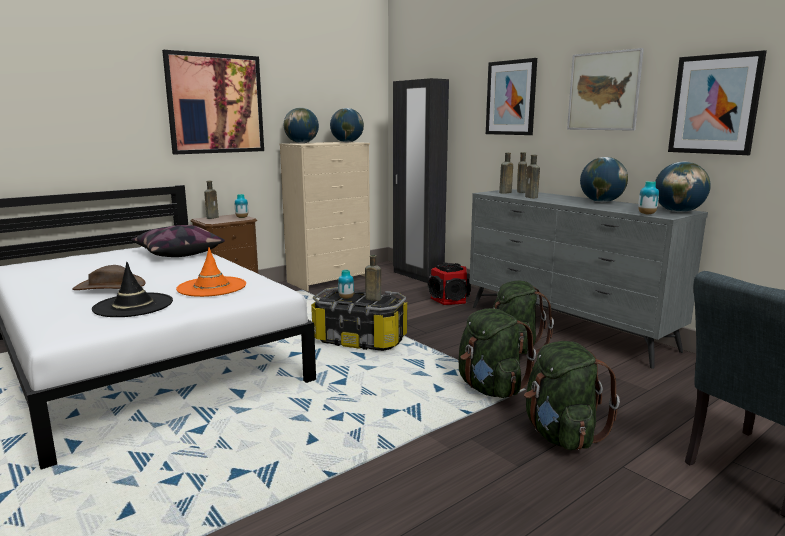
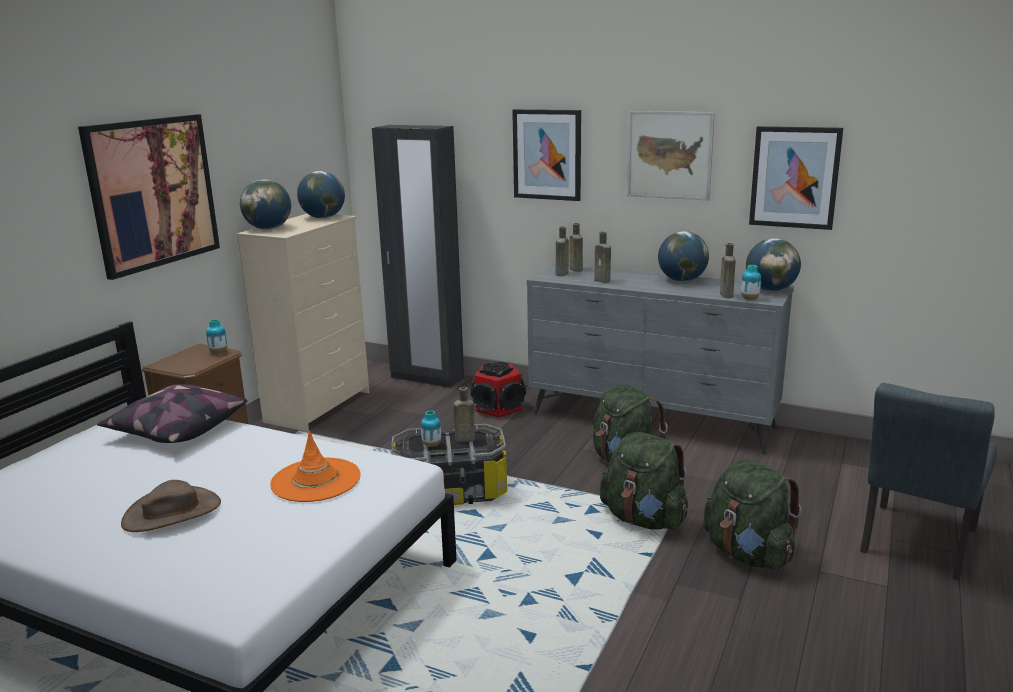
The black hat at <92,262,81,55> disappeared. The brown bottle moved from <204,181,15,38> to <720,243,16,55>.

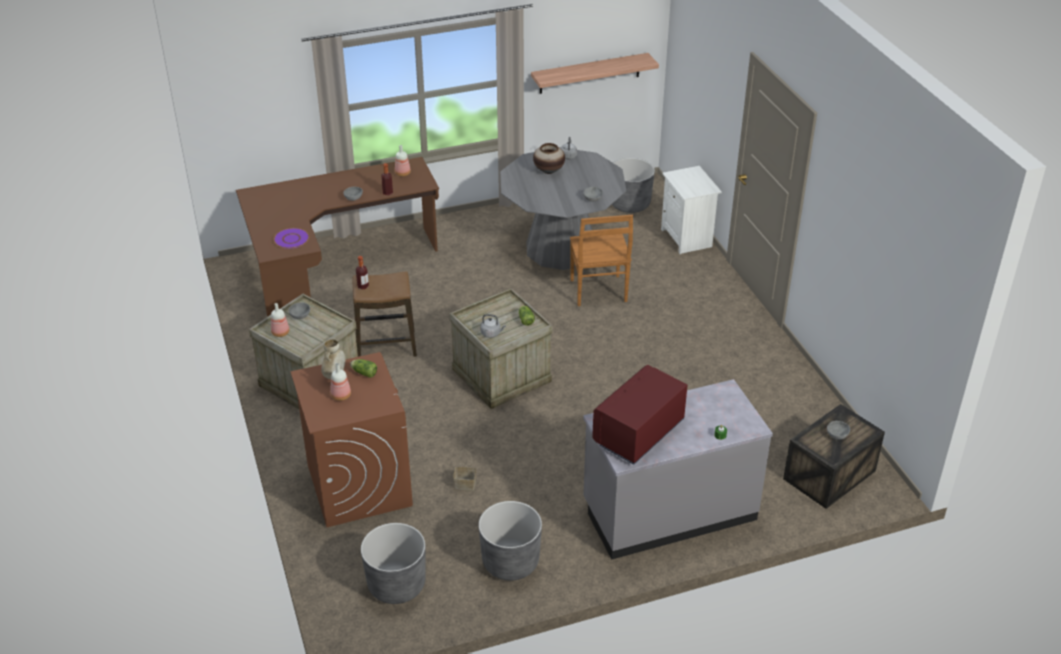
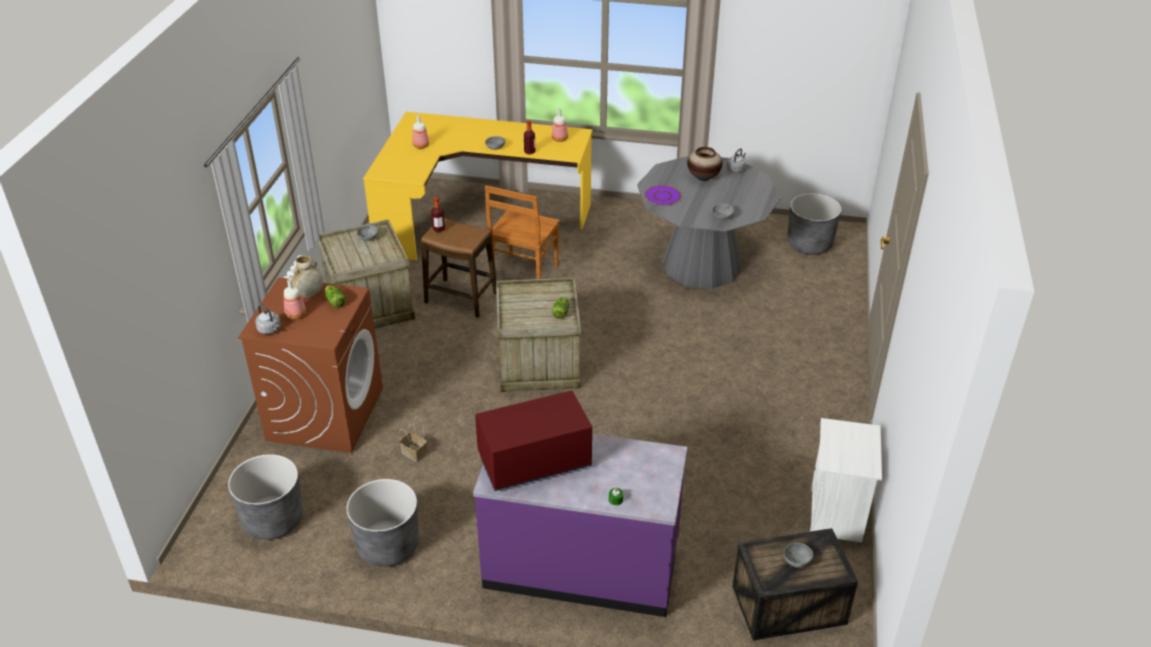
The shelf at <531,53,128,41> disappeared. The bottle moved from <271,303,18,34> to <412,115,17,34>. The purple plate moved from <273,228,36,21> to <644,185,37,21>. The grey kettle moved from <480,314,26,24> to <255,305,26,29>. The brown chair moved from <570,215,63,91> to <485,185,75,94>. The white nightstand moved from <661,166,61,89> to <810,418,72,124>. The brown desk at <236,157,203,160> became the yellow desk at <363,112,229,148>. The grey counter at <583,379,190,180> became the purple counter at <473,434,215,183>.

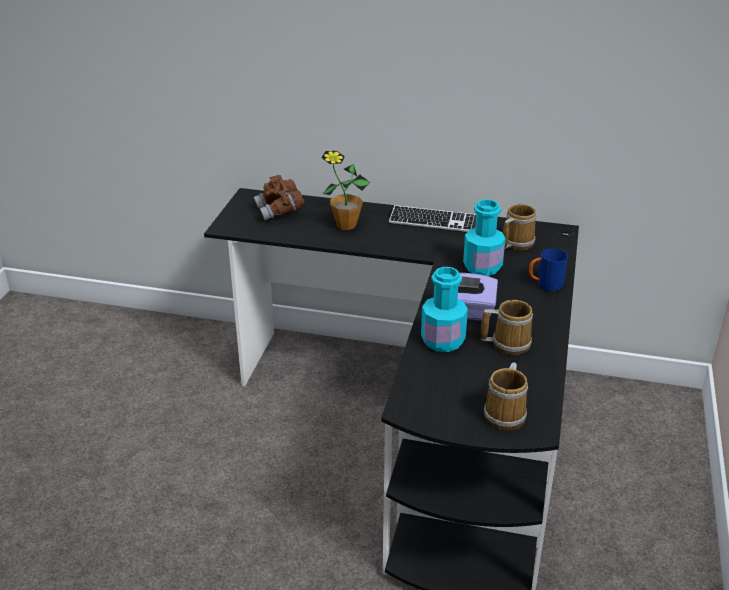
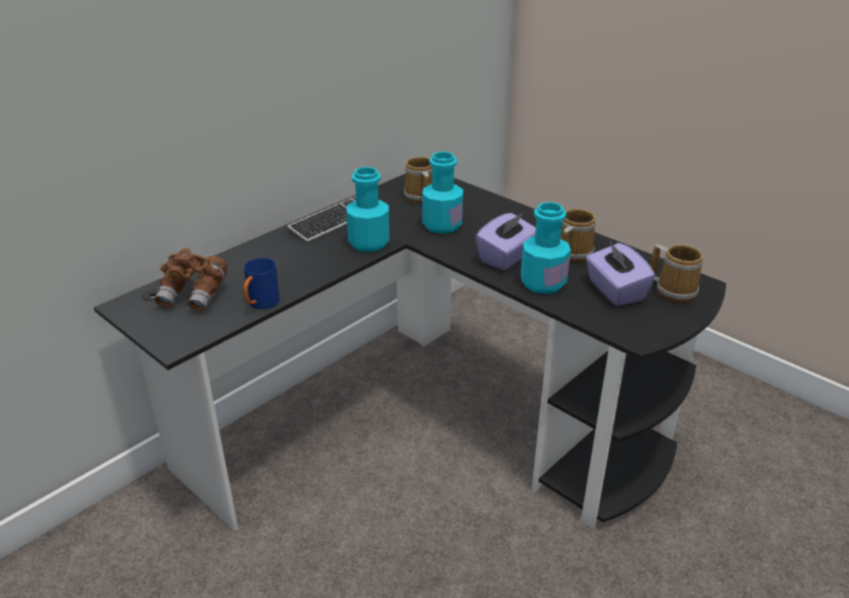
The potted plant at <322,151,48,79> disappeared. The turquoise bottle at <346,167,44,85> appeared. The purple tissue box at <586,242,69,64> appeared. The blue mug moved from <529,248,39,43> to <244,258,36,51>.

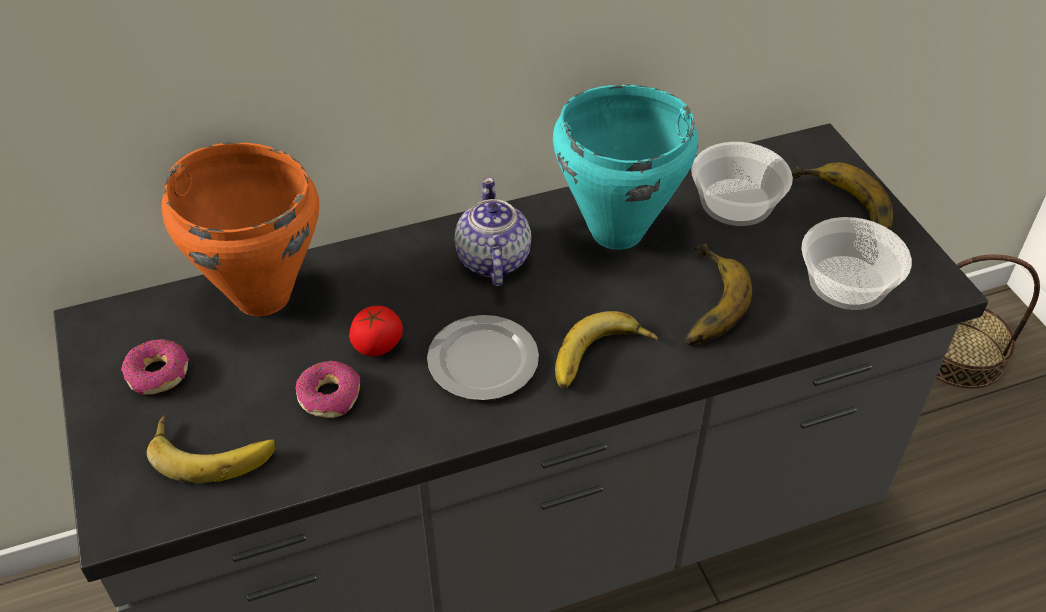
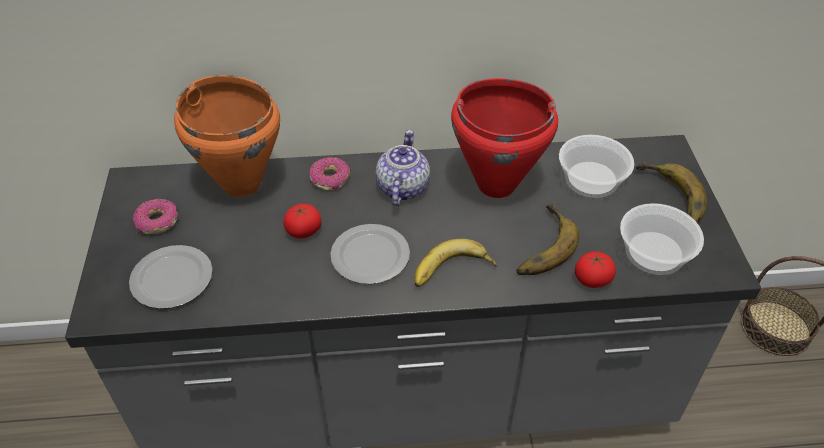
The tomato at <575,251,41,37> appeared. The donut moved from <295,361,65,57> to <310,157,41,34>. The banana at <147,415,129,68> was replaced by the plate at <129,245,84,64>. The turquoise cooking pot at <553,85,145,165> became the red cooking pot at <451,78,107,120>.

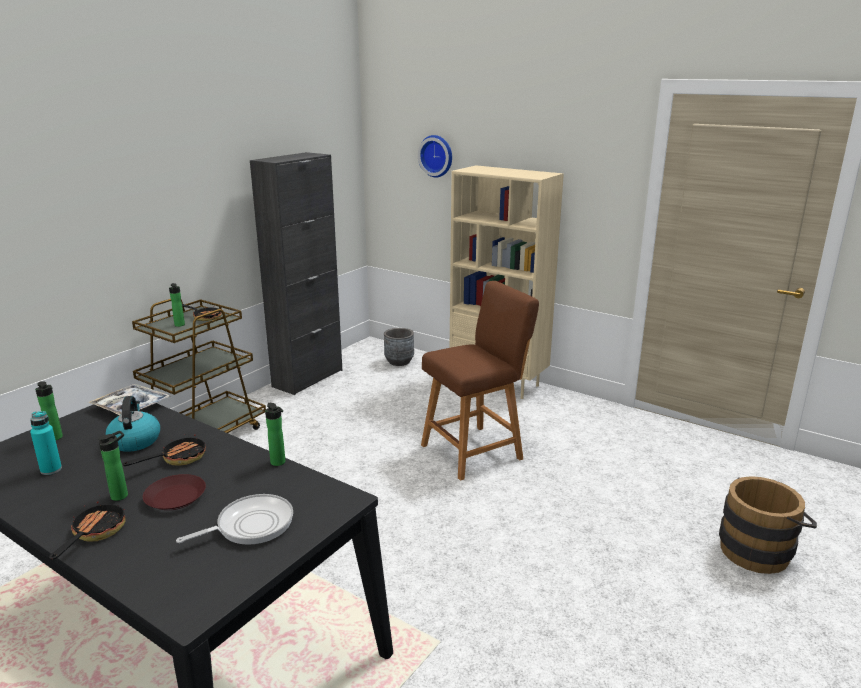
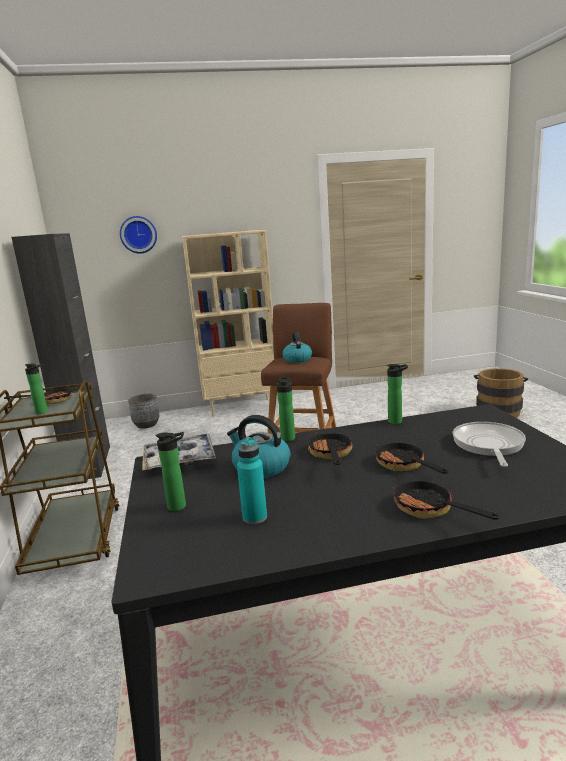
The kettle at <282,332,30,31> appeared. The bottle moved from <98,431,30,70> to <277,377,18,64>. The brown plate at <143,474,63,36> was replaced by the frying pan at <376,442,73,32>.

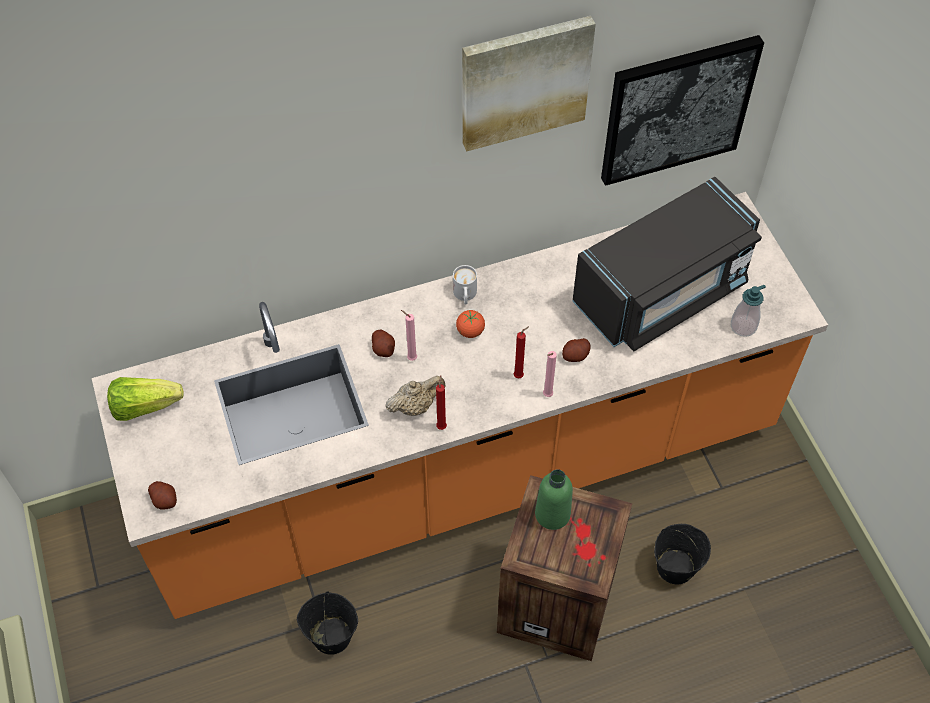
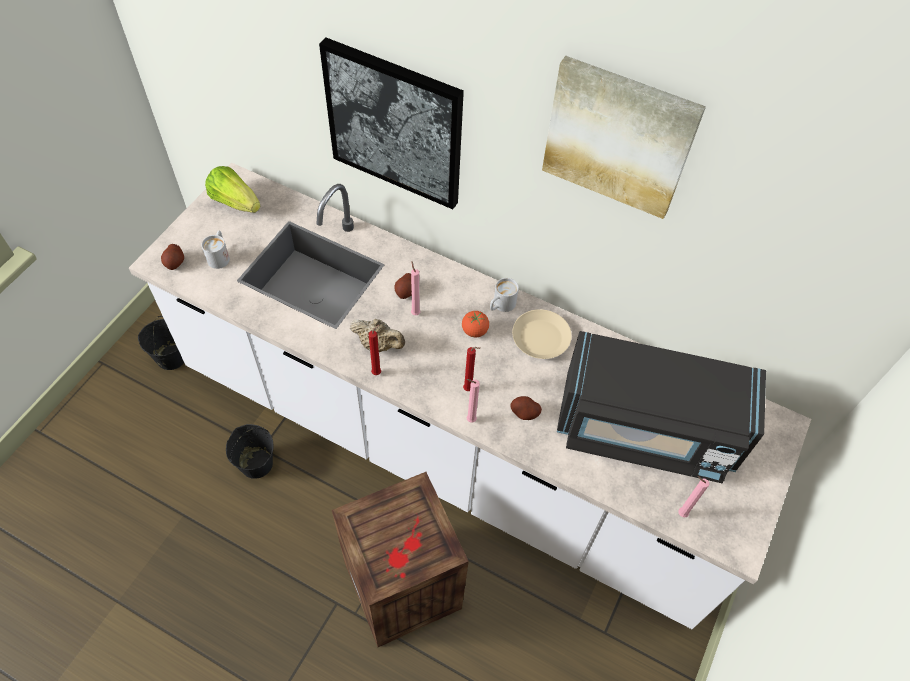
The green bottle at <535,469,38,61> disappeared. The white mug at <201,231,29,38> appeared. The beige plate at <512,309,60,50> appeared. The picture moved from <601,35,163,151> to <319,37,145,172>. The black bucket moved from <654,524,57,61> to <138,316,46,54>. The soap dispenser at <731,285,35,52> was replaced by the pink candle at <678,476,31,42>. The orange counter at <92,192,736,427> became the white counter at <129,162,682,467>.

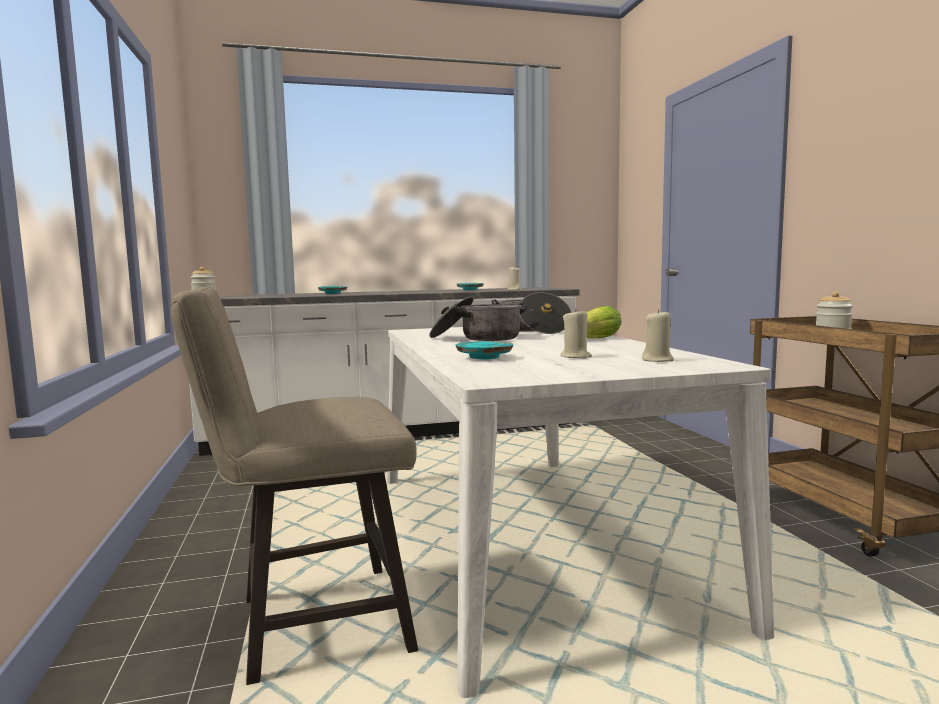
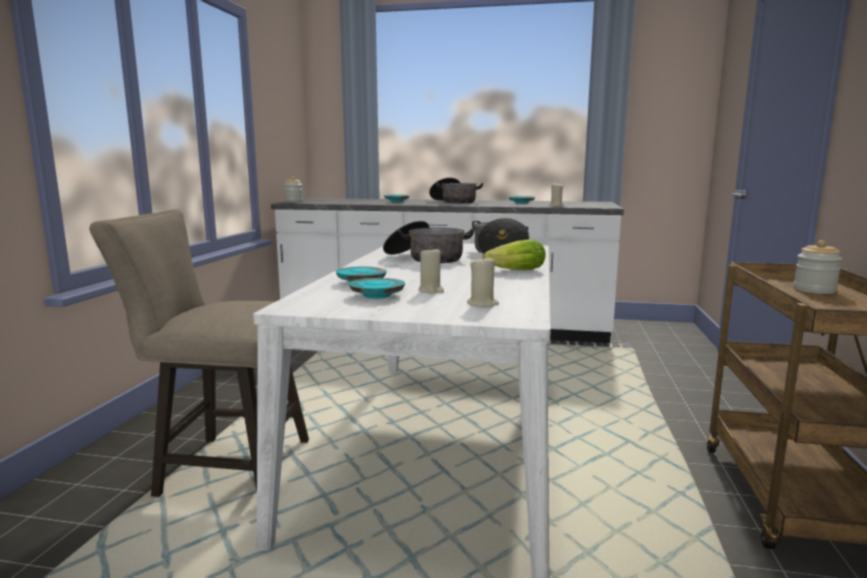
The turquoise plate at <349,278,56,20> appeared. The cooking pot at <429,178,55,26> appeared.

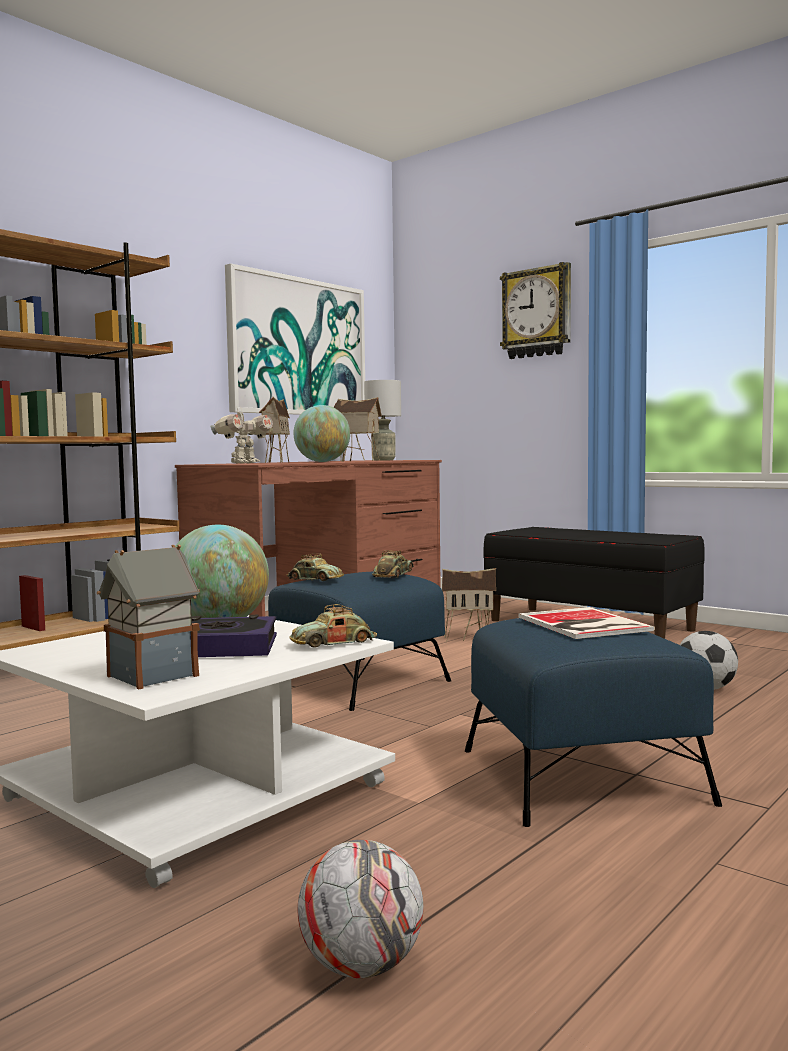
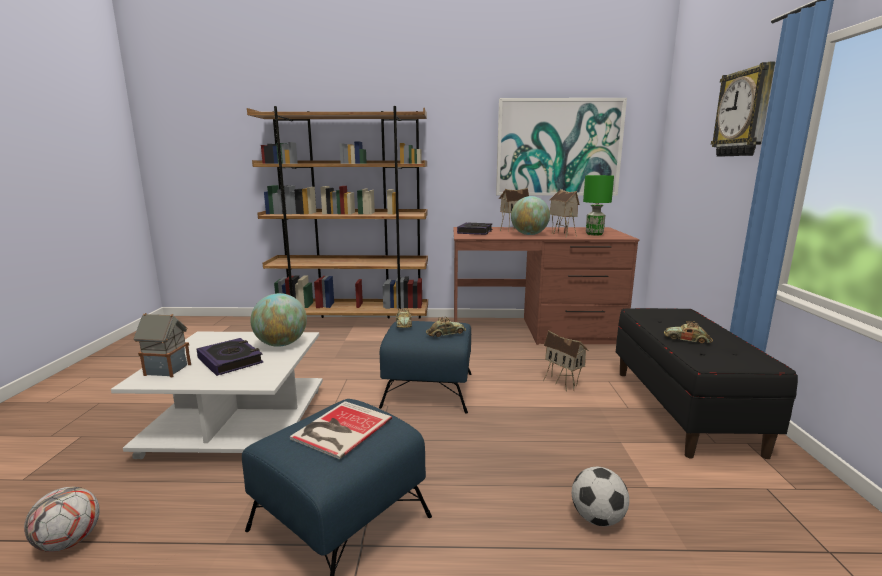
The toy car moved from <289,604,88,44> to <664,321,49,23>. The toy robot at <210,406,63,58> was replaced by the book at <457,222,35,13>. The grey table lamp at <364,380,37,81> became the green table lamp at <583,175,31,61>.

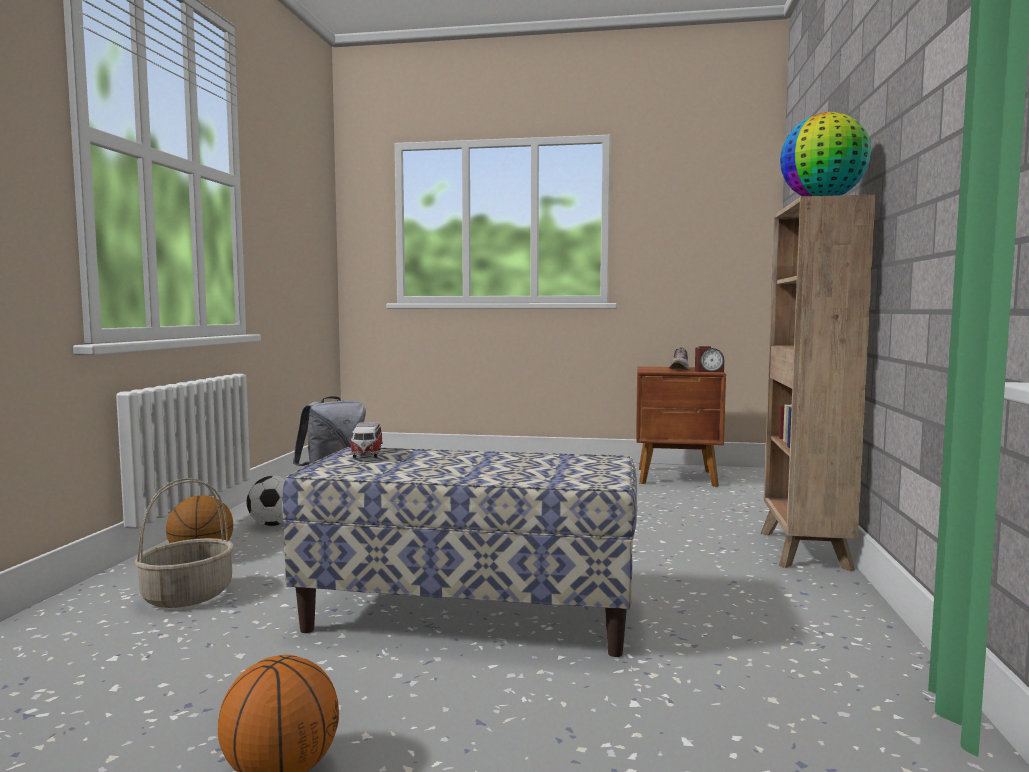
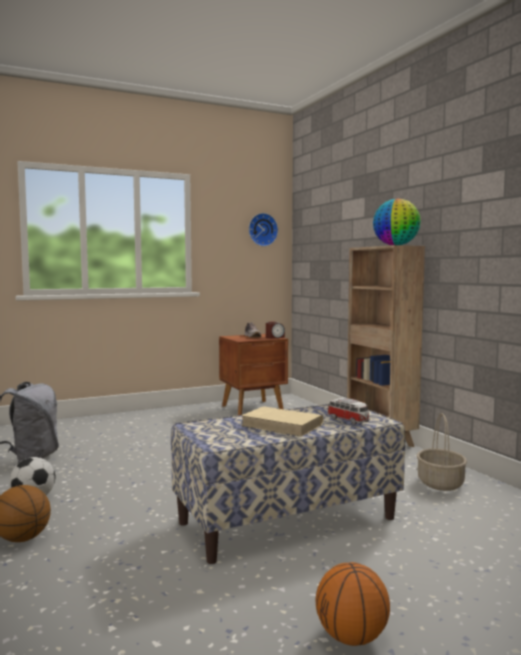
The beige book at <241,406,83,31> appeared. The wall clock at <249,213,29,33> appeared. The basket moved from <134,478,100,130> to <417,413,50,78>. The toy car moved from <350,422,33,36> to <327,398,43,27>.

